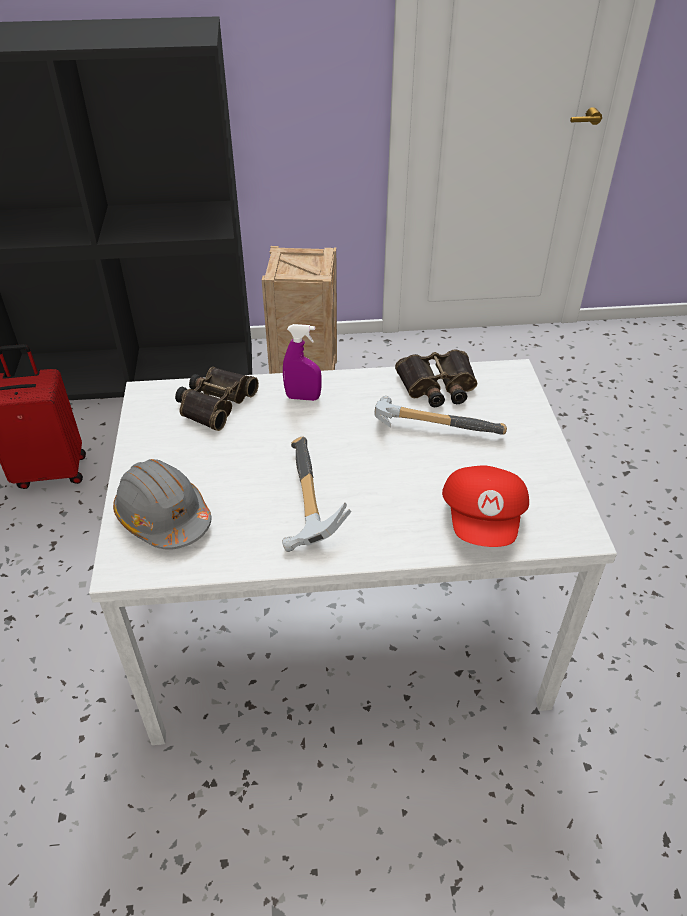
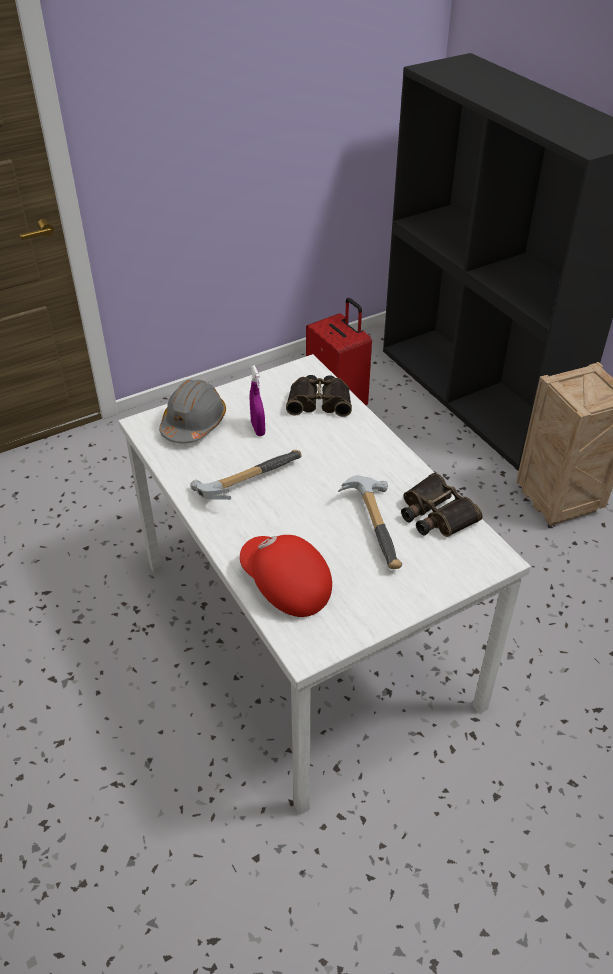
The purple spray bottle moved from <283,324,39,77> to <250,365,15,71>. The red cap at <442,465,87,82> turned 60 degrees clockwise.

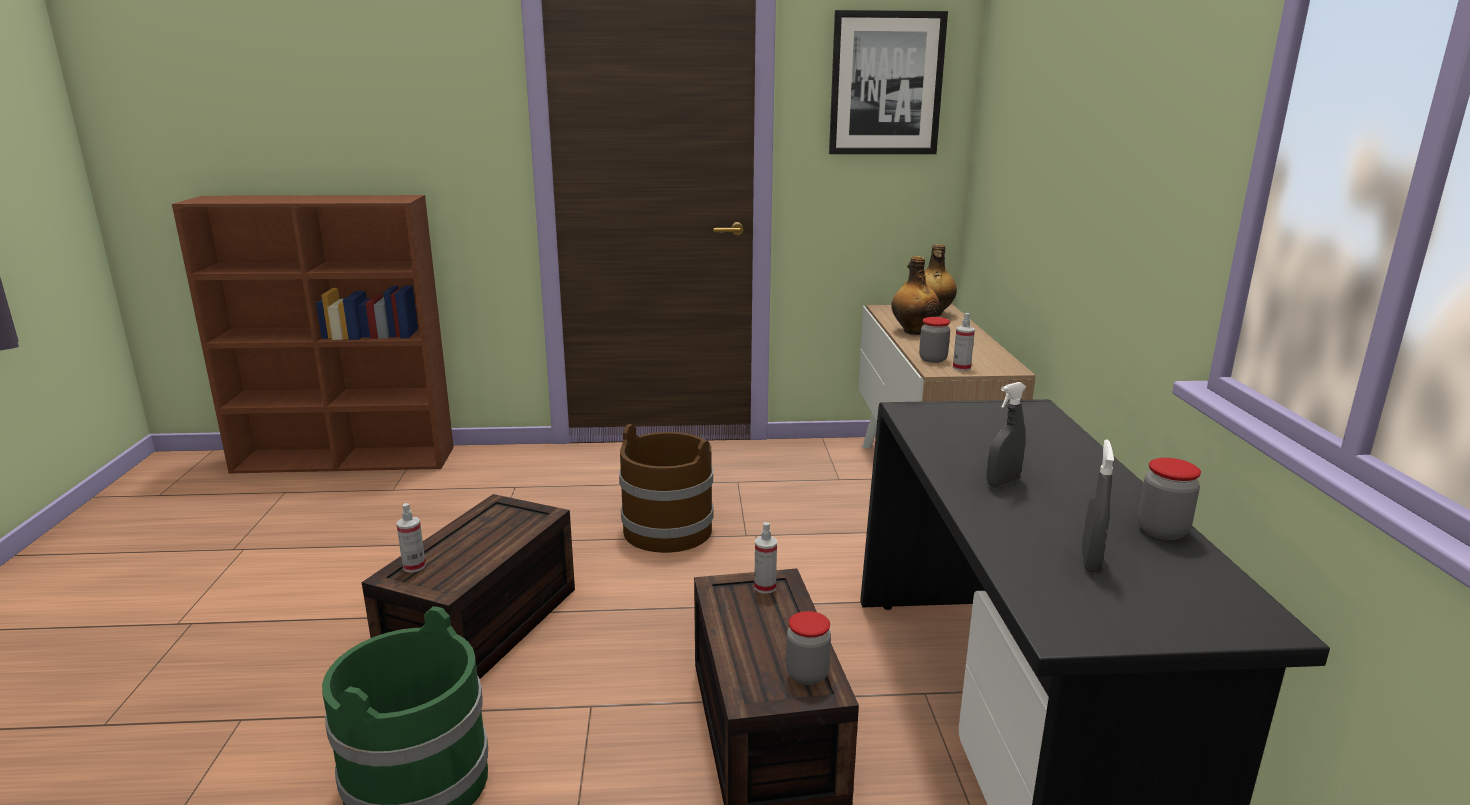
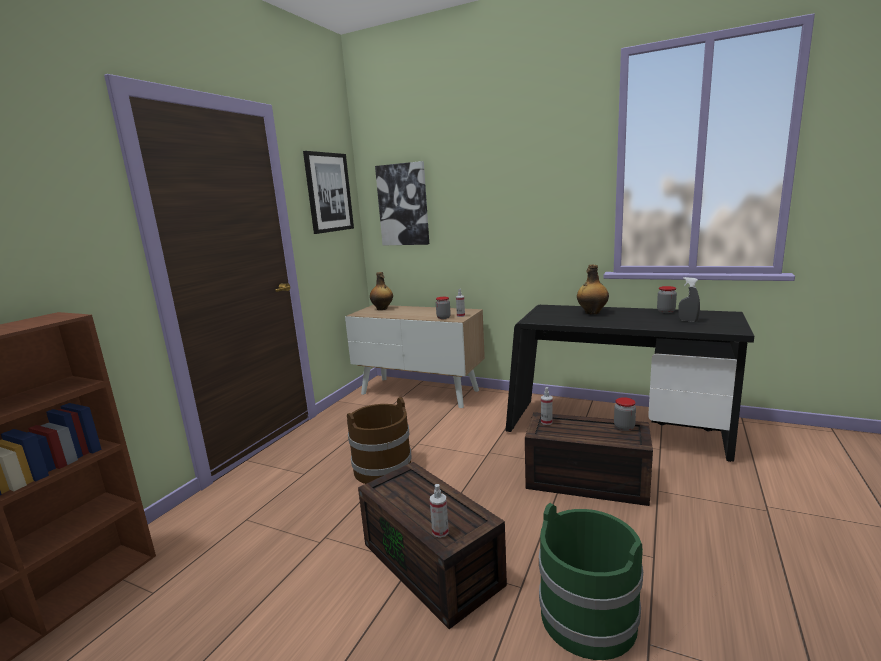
The grey spray bottle at <987,382,39,105> disappeared. The picture at <375,161,54,84> appeared. The bottle moved from <891,256,49,79> to <577,265,32,49>.

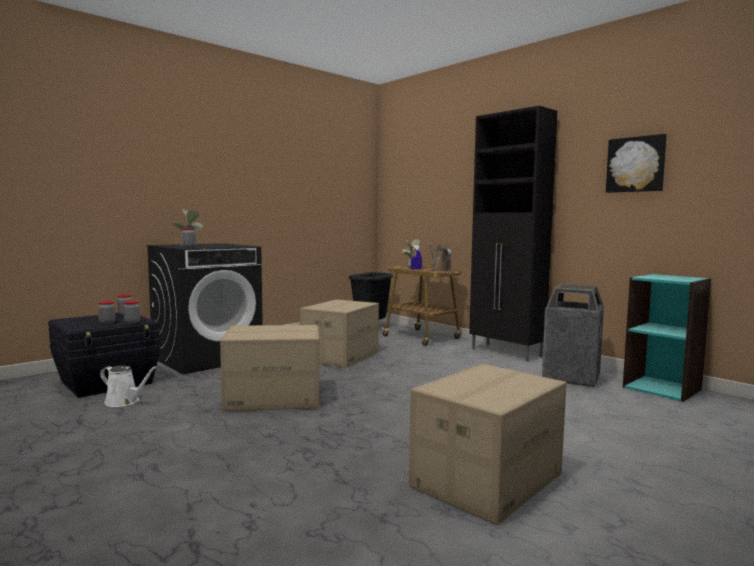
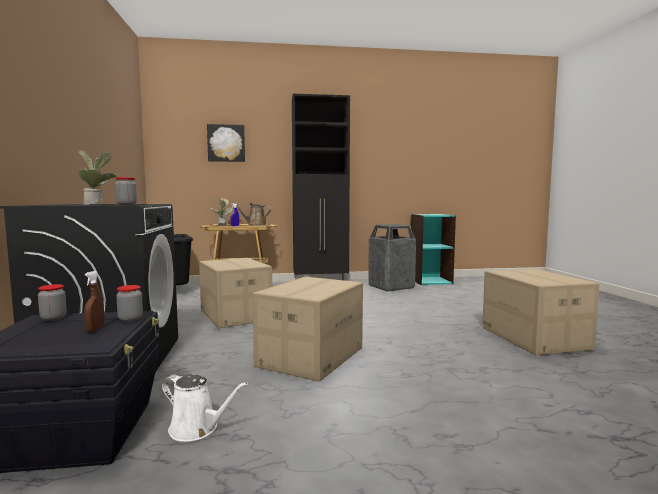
The picture moved from <606,134,61,59> to <207,124,38,38>. The jar at <98,301,17,23> was replaced by the brown spray bottle at <84,271,21,61>. The white watering can at <100,365,57,42> turned 60 degrees clockwise.

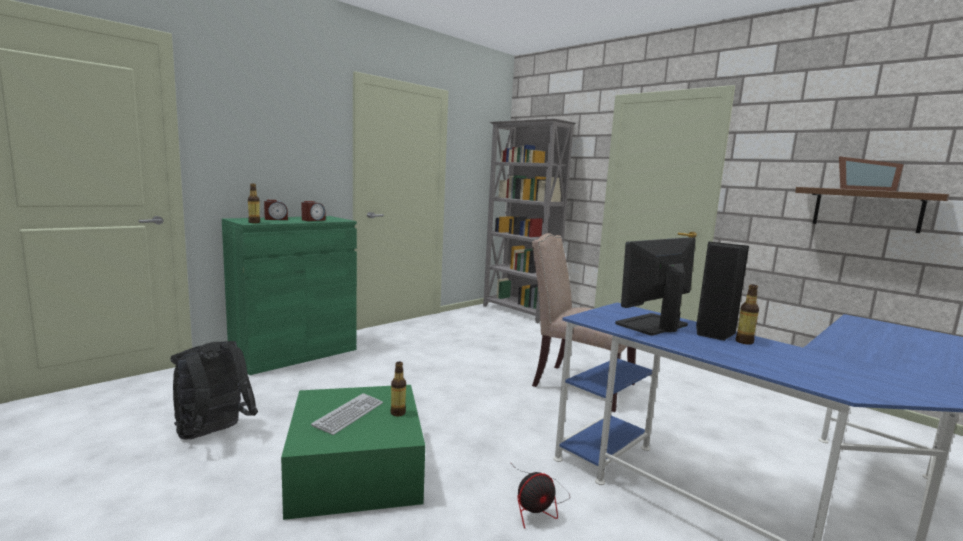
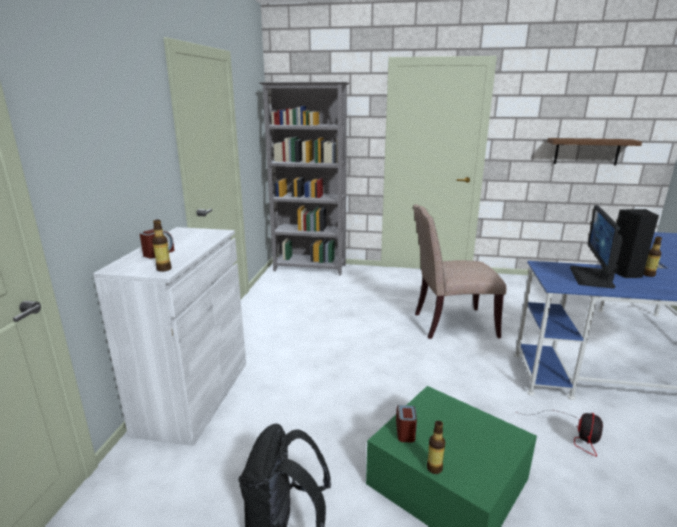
The keyboard at <311,393,72,42> disappeared. The picture frame at <839,156,65,35> disappeared. The alarm clock moved from <301,201,25,20> to <396,405,21,37>. The bottle moved from <390,362,16,54> to <427,421,18,53>. The green cabinet at <222,216,135,159> became the white cabinet at <93,227,153,219>.

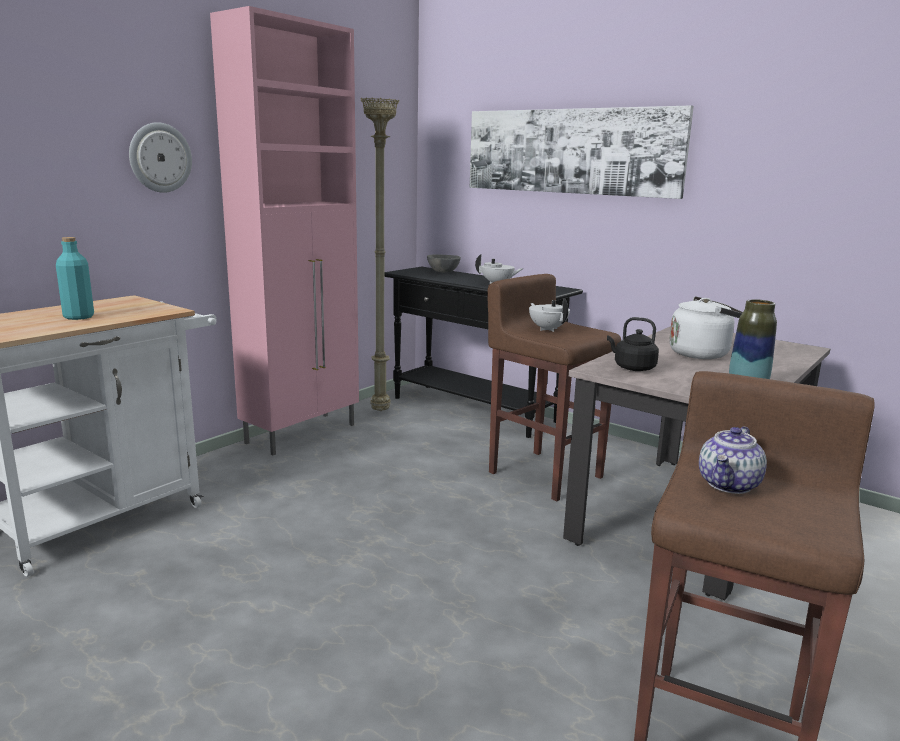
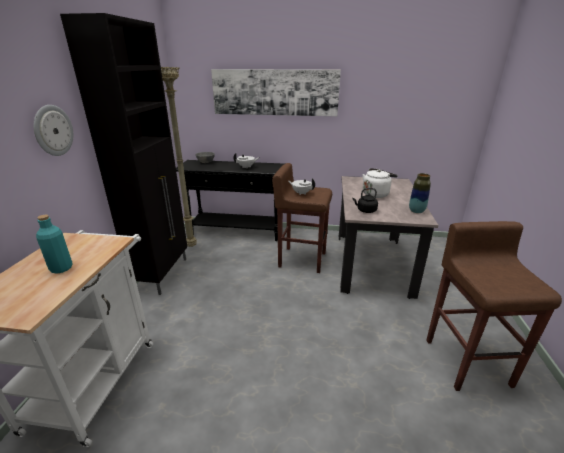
The teapot at <699,426,68,68> disappeared. The pink cabinet at <210,6,149,449> became the black cabinet at <60,13,127,282>.

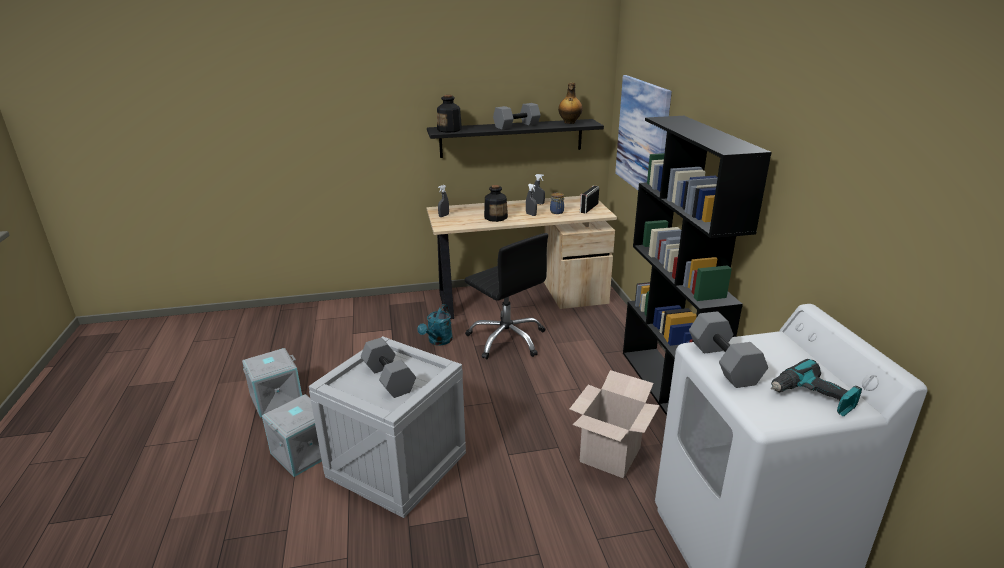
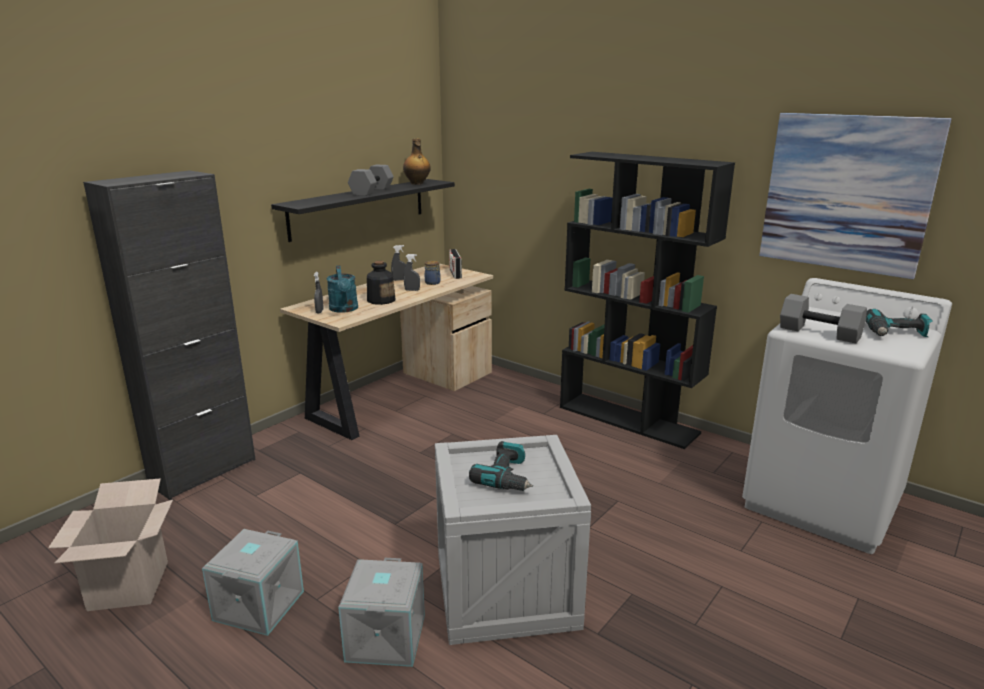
The bottle at <437,95,25,38> disappeared. The black office chair at <465,233,83,126> disappeared. The black cabinet at <83,170,173,330> appeared. The turquoise watering can moved from <417,304,36,41> to <326,265,32,48>. The cardboard box moved from <570,370,90,108> to <48,478,125,133>. The picture moved from <615,75,57,115> to <759,113,193,166>. The grey dumbbell at <361,338,55,60> was replaced by the power drill at <469,441,64,50>.

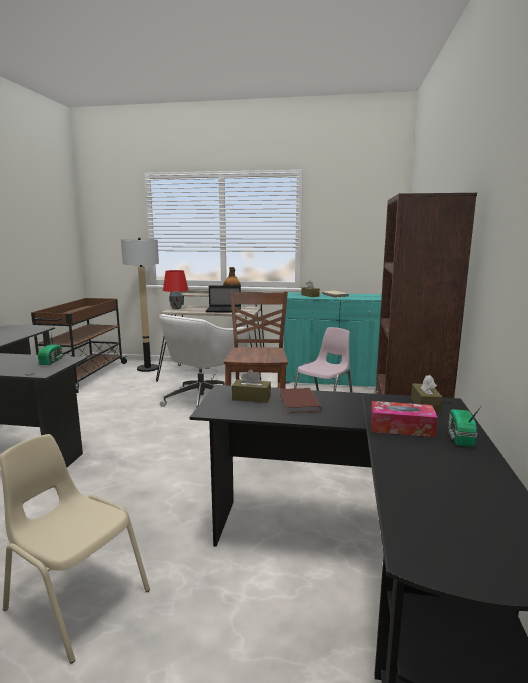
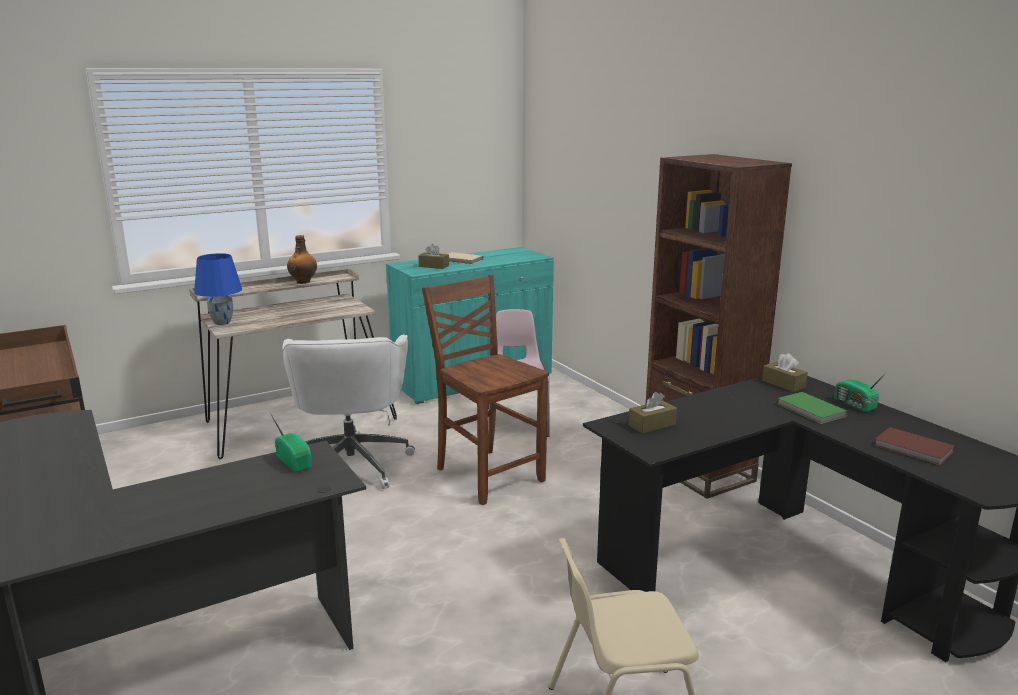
The floor lamp at <121,237,38,135> disappeared. The laptop at <206,286,35,27> disappeared. The brown book moved from <280,388,41,25> to <874,427,81,38>. The tissue box at <371,401,67,36> was replaced by the green book at <778,392,70,32>. The red table lamp at <163,270,25,39> became the blue table lamp at <194,253,48,72>.

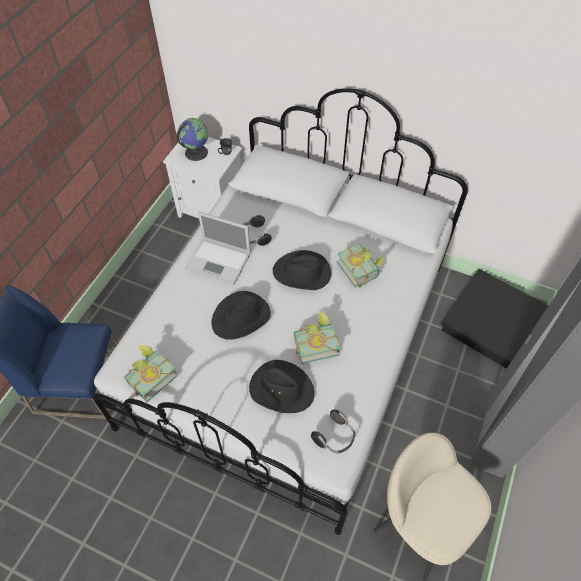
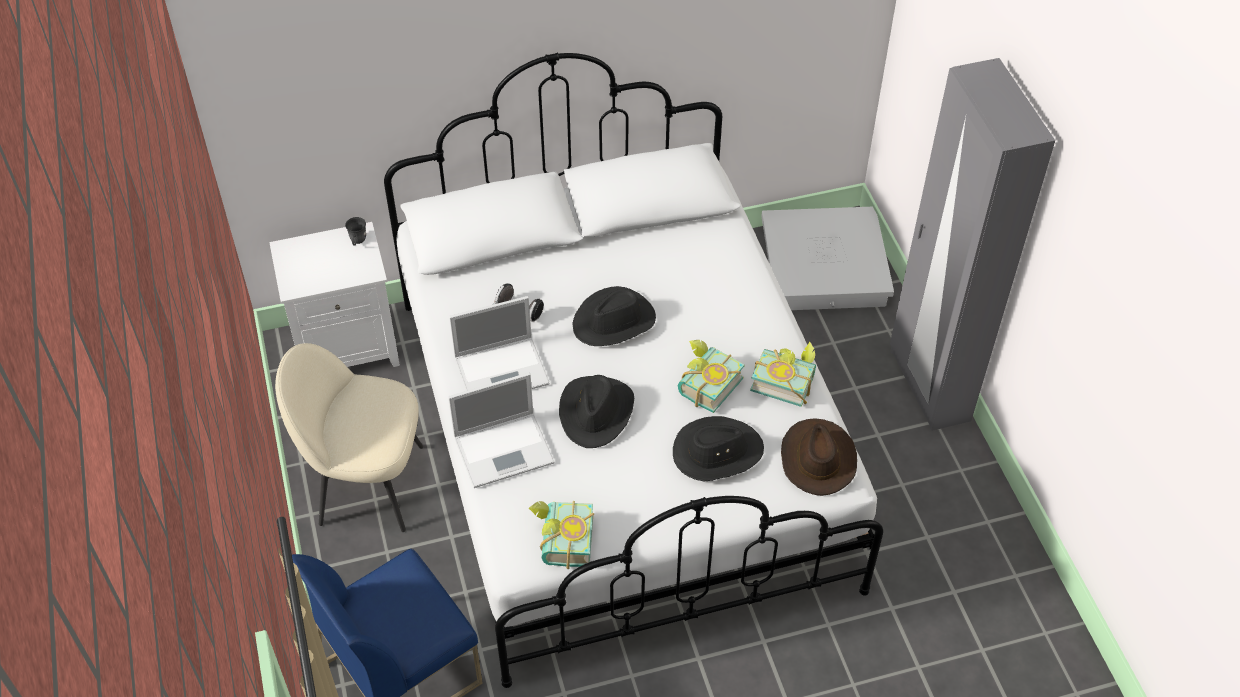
The globe at <176,118,33,43> disappeared. The laptop at <448,373,106,115> appeared. The book moved from <337,244,48,44> to <750,342,66,65>. The beige chair moved from <374,433,118,148> to <275,343,148,189>. The headphones at <311,409,45,45> was replaced by the brown hat at <781,418,76,78>. The black storage box at <441,269,107,100> became the white storage box at <761,207,133,103>.

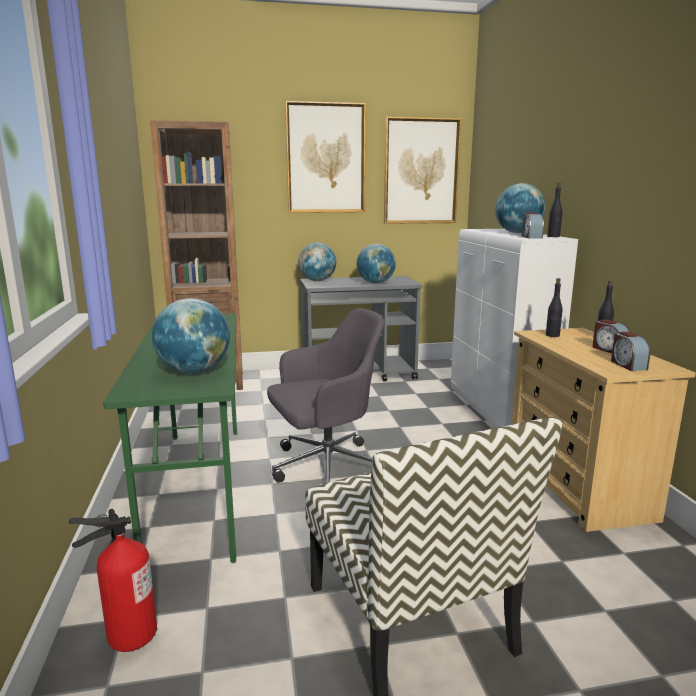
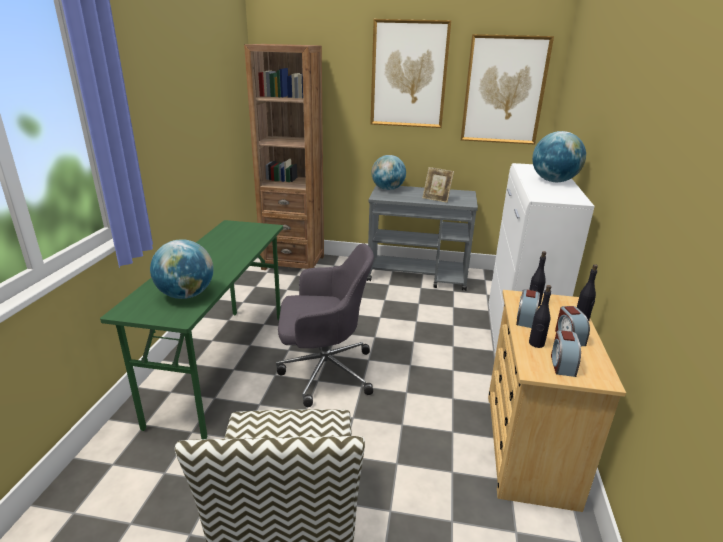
The fire extinguisher at <69,509,88,143> disappeared. The alarm clock moved from <521,213,23,25> to <516,289,24,39>. The black bottle moved from <547,183,15,54> to <529,285,22,63>. The globe at <357,244,39,39> was replaced by the picture frame at <422,167,32,36>.

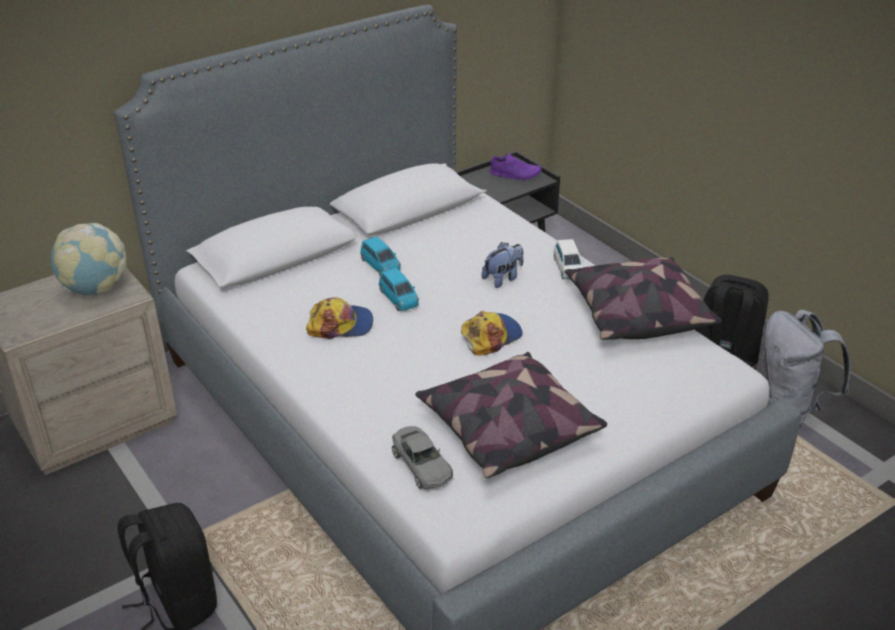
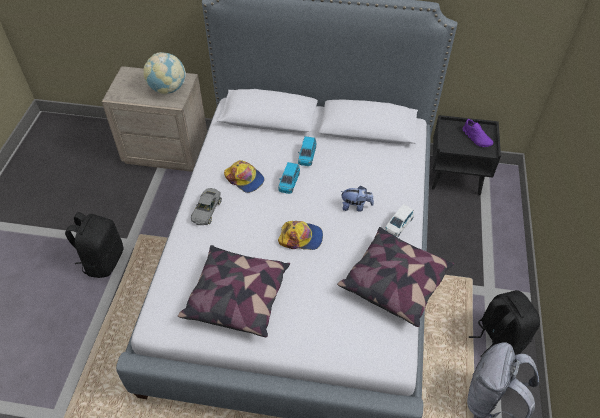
The grey toy car moved from <392,426,61,63> to <191,188,31,37>.

